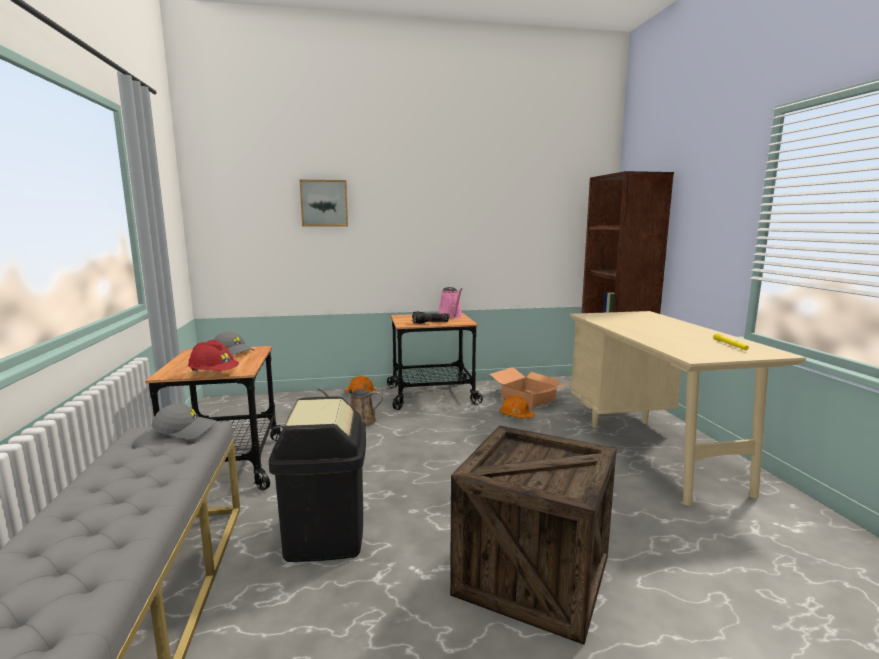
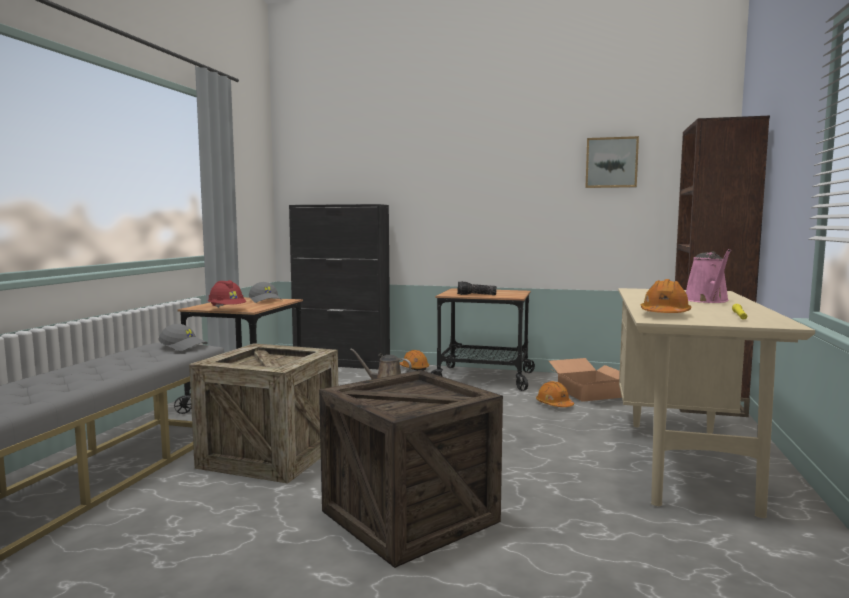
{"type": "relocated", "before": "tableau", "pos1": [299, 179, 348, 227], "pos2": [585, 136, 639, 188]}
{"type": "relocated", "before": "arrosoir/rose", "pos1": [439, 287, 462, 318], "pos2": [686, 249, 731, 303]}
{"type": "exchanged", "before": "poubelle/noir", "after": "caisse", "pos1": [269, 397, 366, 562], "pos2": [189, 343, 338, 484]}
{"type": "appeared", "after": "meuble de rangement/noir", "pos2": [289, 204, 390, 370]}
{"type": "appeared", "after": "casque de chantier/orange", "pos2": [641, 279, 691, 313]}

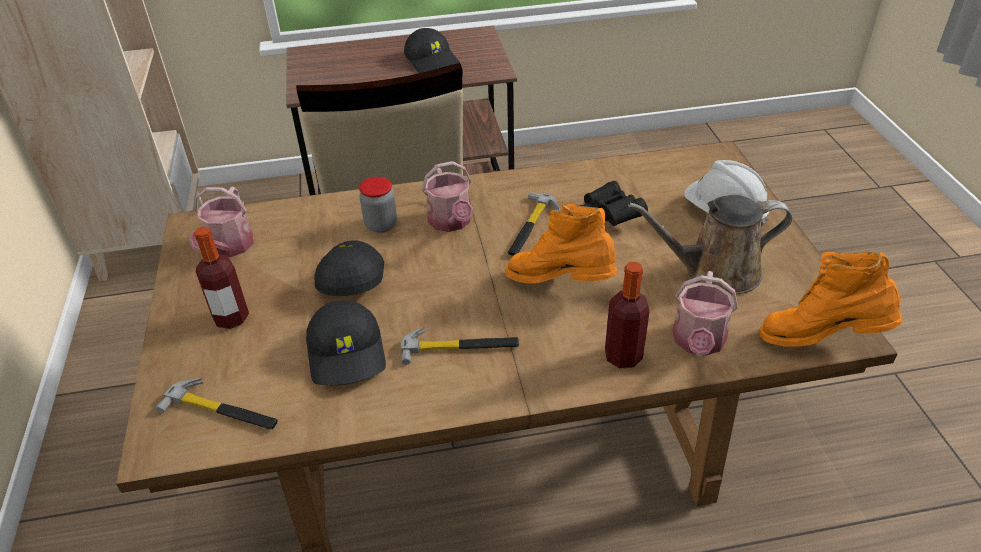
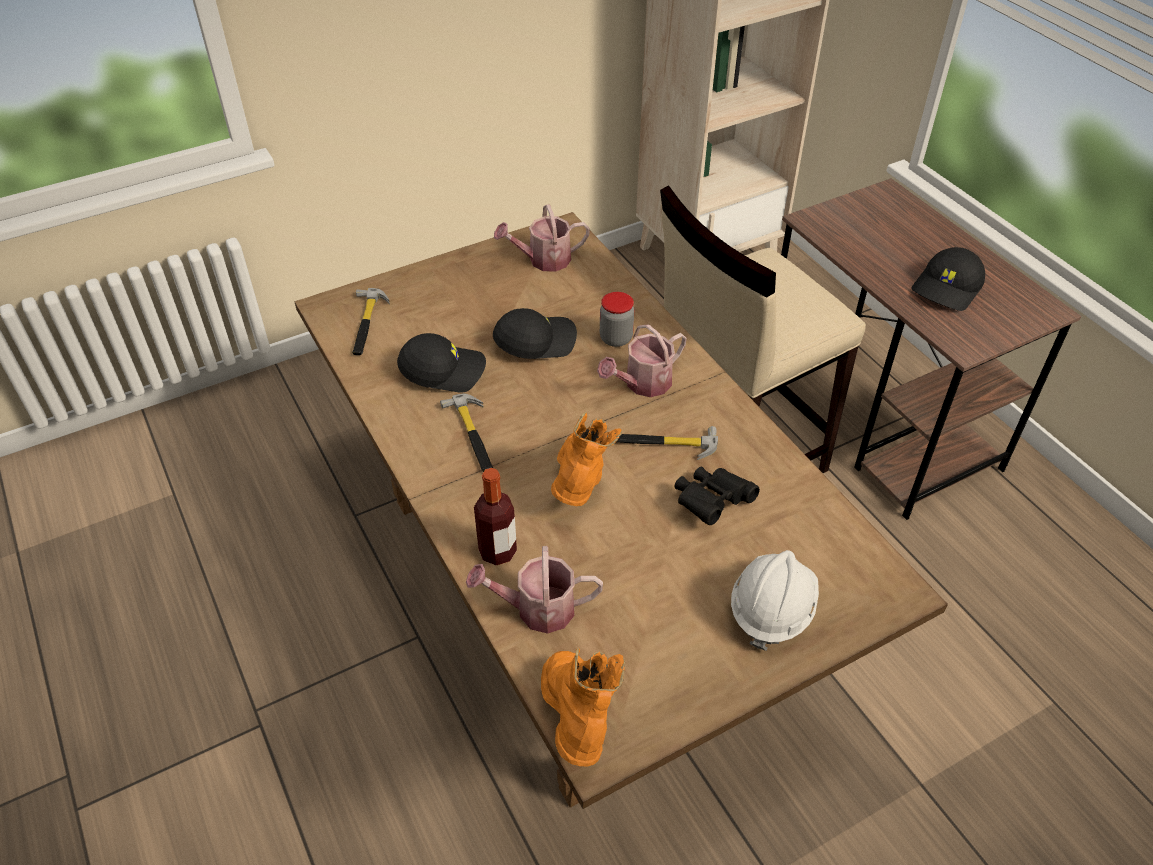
{"type": "missing", "before": "arrosoir/marron", "pos1": [628, 195, 793, 294]}
{"type": "missing", "before": "bouteille", "pos1": [194, 226, 249, 329]}
{"type": "spun", "before": "casquette/noir", "pos1": [306, 300, 386, 386], "pos2": [397, 333, 486, 393], "turn": -150}

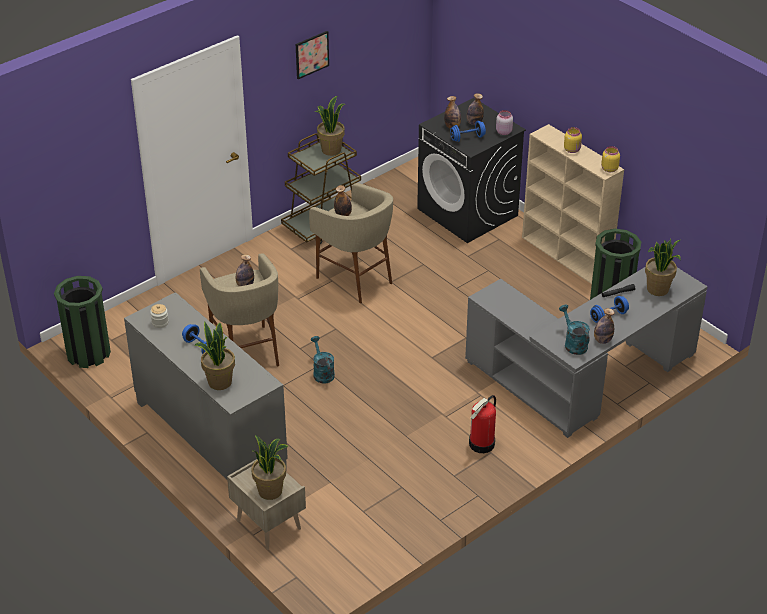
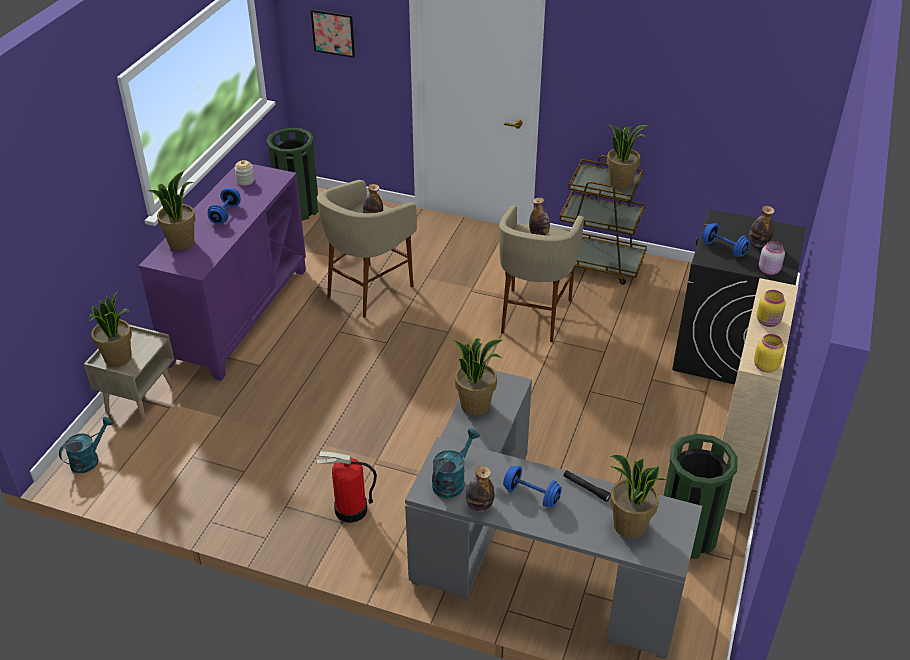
{"type": "relocated", "before": "tableau", "pos1": [296, 31, 329, 79], "pos2": [311, 9, 355, 58]}
{"type": "missing", "before": "bouteille", "pos1": [444, 96, 461, 129]}
{"type": "colour", "before": "meuble de rangement/gris", "after": "meuble de rangement/violet", "pos1": [124, 292, 288, 480], "pos2": [139, 164, 306, 381]}
{"type": "relocated", "before": "arrosoir/turquoise", "pos1": [311, 336, 335, 384], "pos2": [59, 417, 113, 473]}
{"type": "appeared", "after": "plante en pot", "pos2": [453, 338, 502, 416]}

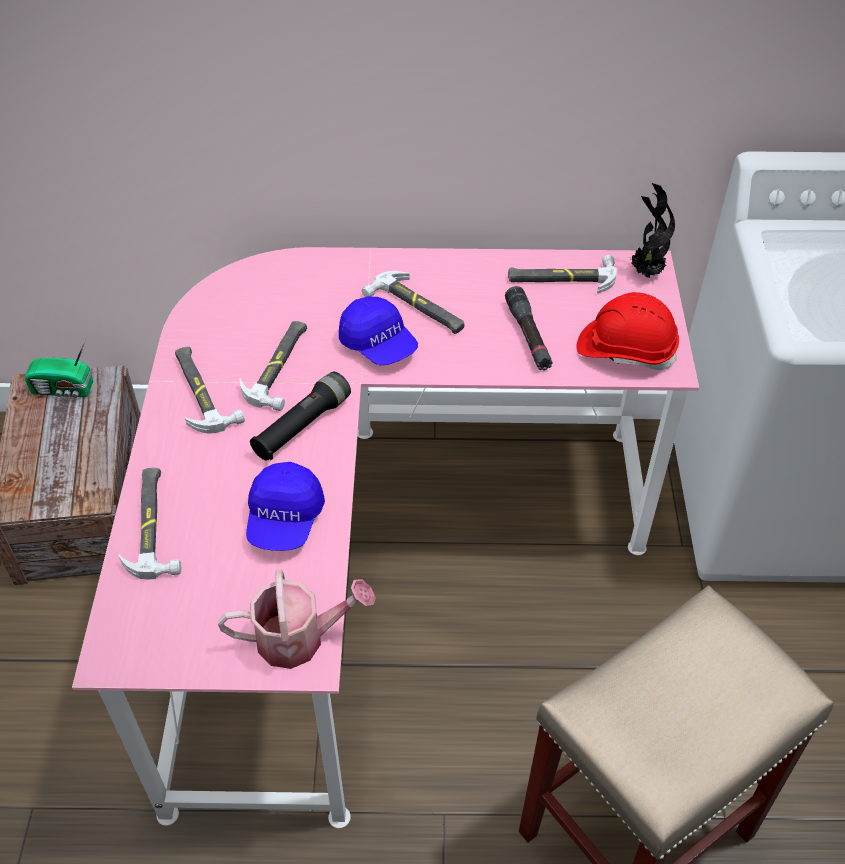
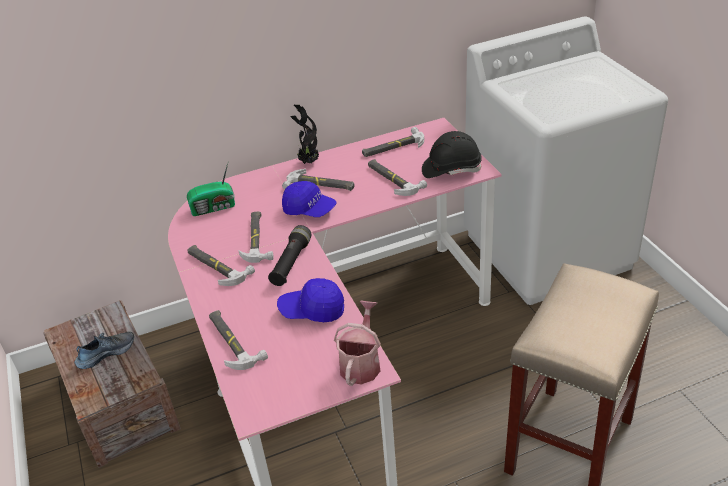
{"type": "relocated", "before": "plante en pot", "pos1": [628, 183, 675, 278], "pos2": [291, 105, 319, 164]}
{"type": "exchanged", "before": "lampe de poche/noir", "after": "marteau", "pos1": [505, 286, 553, 371], "pos2": [368, 159, 427, 196]}
{"type": "colour", "before": "casque de chantier/rouge", "after": "casque de chantier/noir", "pos1": [576, 292, 679, 370], "pos2": [422, 131, 482, 178]}
{"type": "relocated", "before": "radio", "pos1": [25, 341, 93, 398], "pos2": [187, 163, 235, 216]}
{"type": "spun", "before": "casquette/bleu", "pos1": [246, 462, 325, 551], "pos2": [277, 278, 344, 322], "turn": 105}
{"type": "spun", "before": "arrosoir", "pos1": [218, 569, 376, 669], "pos2": [334, 300, 381, 386], "turn": -45}
{"type": "appeared", "after": "chaussure", "pos2": [74, 332, 134, 369]}

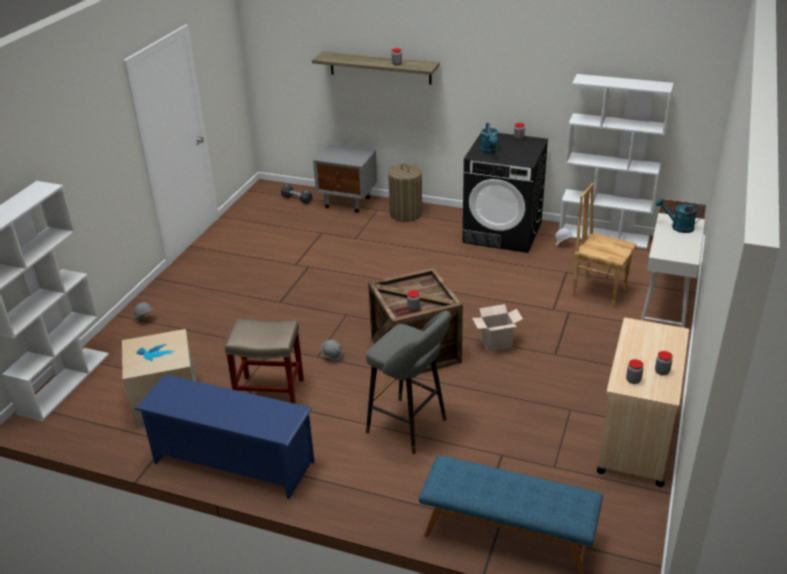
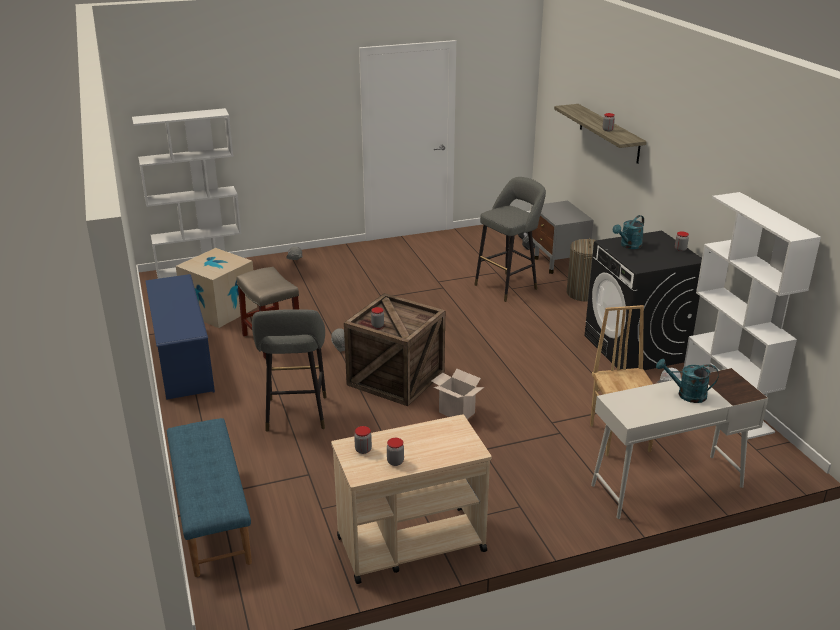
{"type": "spun", "before": "arrosoir/turquoise", "pos1": [655, 198, 703, 233], "pos2": [656, 359, 719, 403], "turn": -60}
{"type": "appeared", "after": "tabouret/gris", "pos2": [474, 177, 546, 302]}

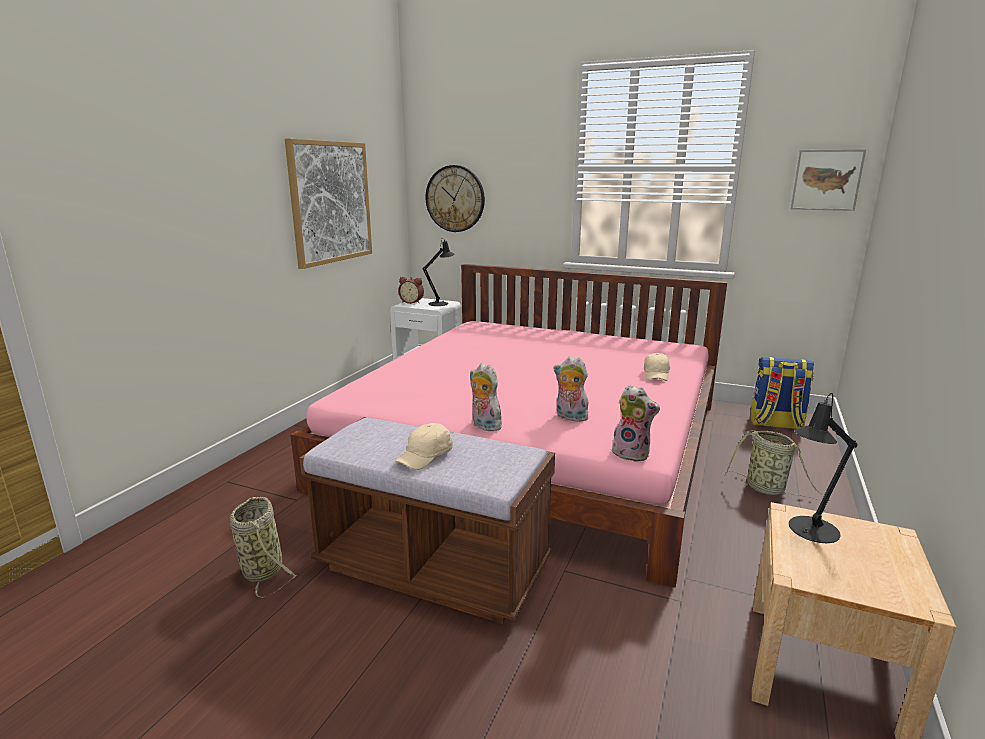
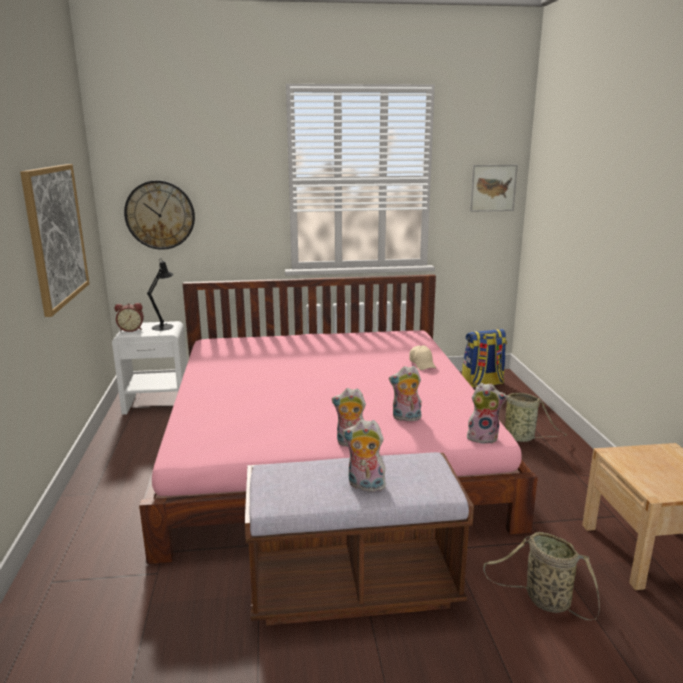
{"type": "missing", "before": "lampe de table/noir", "pos1": [789, 393, 858, 543]}
{"type": "exchanged", "before": "casquette/beige", "after": "peluche", "pos1": [395, 423, 453, 470], "pos2": [343, 419, 386, 492]}
{"type": "relocated", "before": "panier", "pos1": [230, 497, 297, 598], "pos2": [484, 532, 600, 620]}

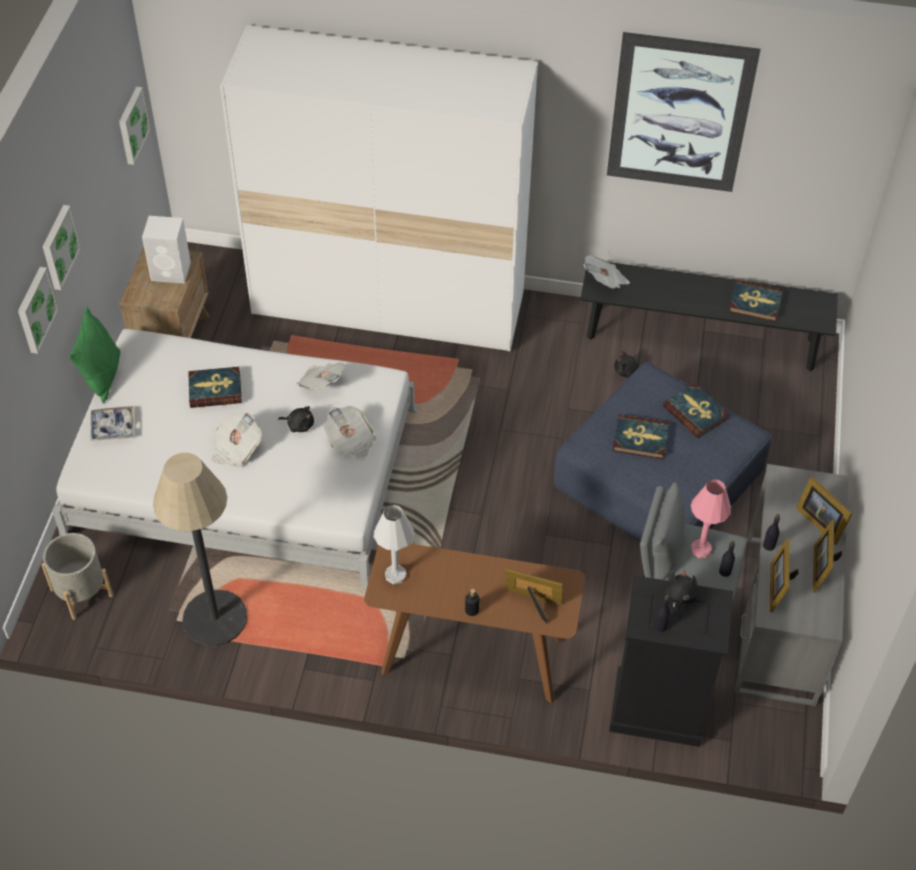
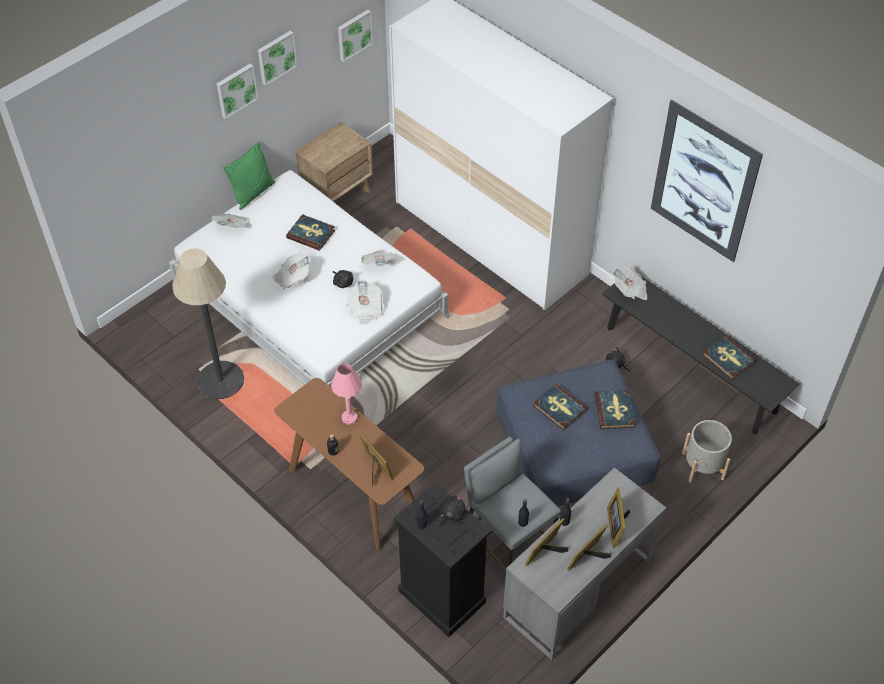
{"type": "missing", "before": "enceinte/blanc", "pos1": [142, 216, 191, 283]}
{"type": "relocated", "before": "tableau", "pos1": [18, 267, 59, 354], "pos2": [258, 31, 297, 86]}
{"type": "exchanged", "before": "plateau", "after": "journal", "pos1": [90, 406, 134, 441], "pos2": [212, 213, 249, 228]}
{"type": "relocated", "before": "lampe de table/rose", "pos1": [691, 479, 731, 558], "pos2": [331, 363, 362, 425]}
{"type": "missing", "before": "lampe de table/blanc", "pos1": [374, 505, 415, 584]}
{"type": "relocated", "before": "cache-pot/gris", "pos1": [41, 533, 113, 620], "pos2": [682, 420, 732, 483]}

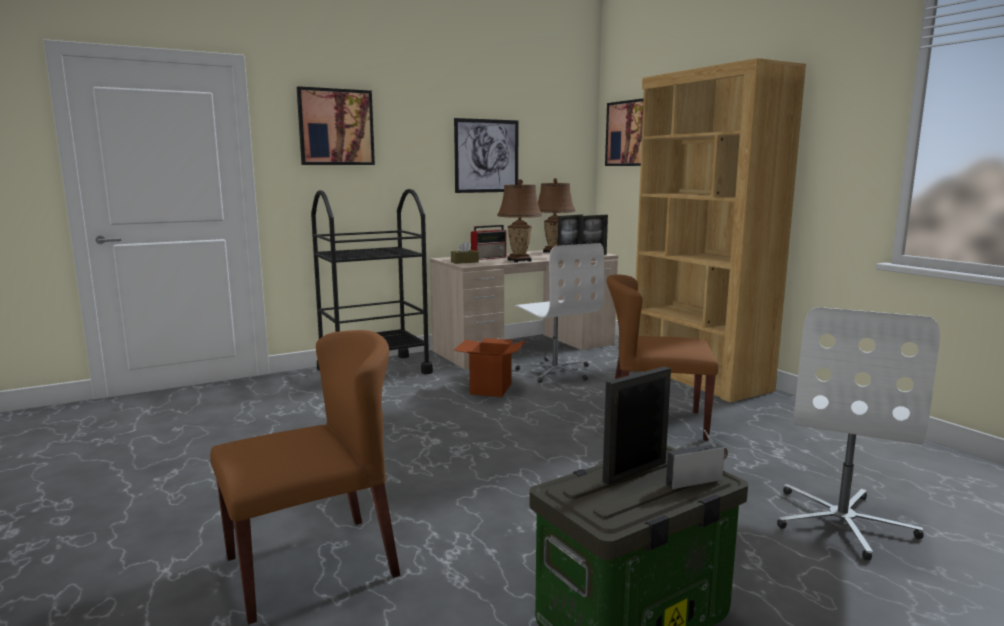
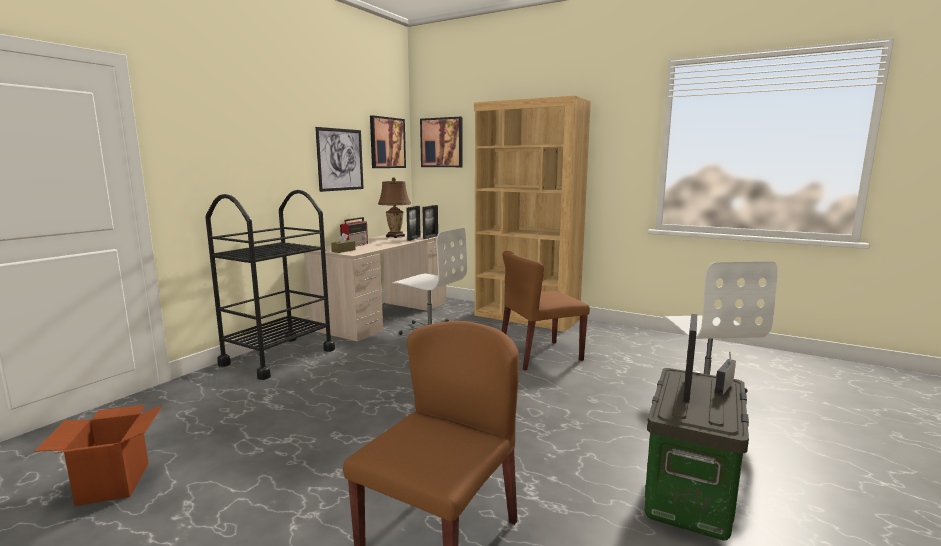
{"type": "relocated", "before": "tableau", "pos1": [297, 86, 375, 165], "pos2": [370, 115, 406, 168]}
{"type": "missing", "before": "lampe de table/marron", "pos1": [497, 179, 542, 263]}
{"type": "relocated", "before": "carton", "pos1": [454, 338, 526, 397], "pos2": [34, 405, 163, 506]}

